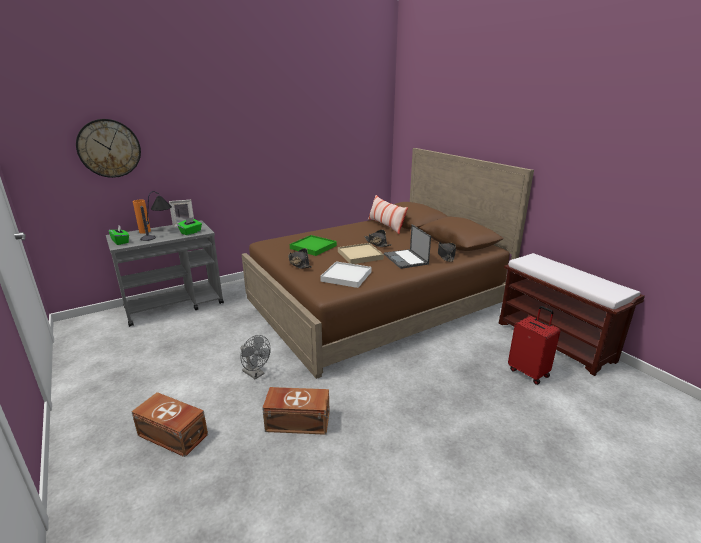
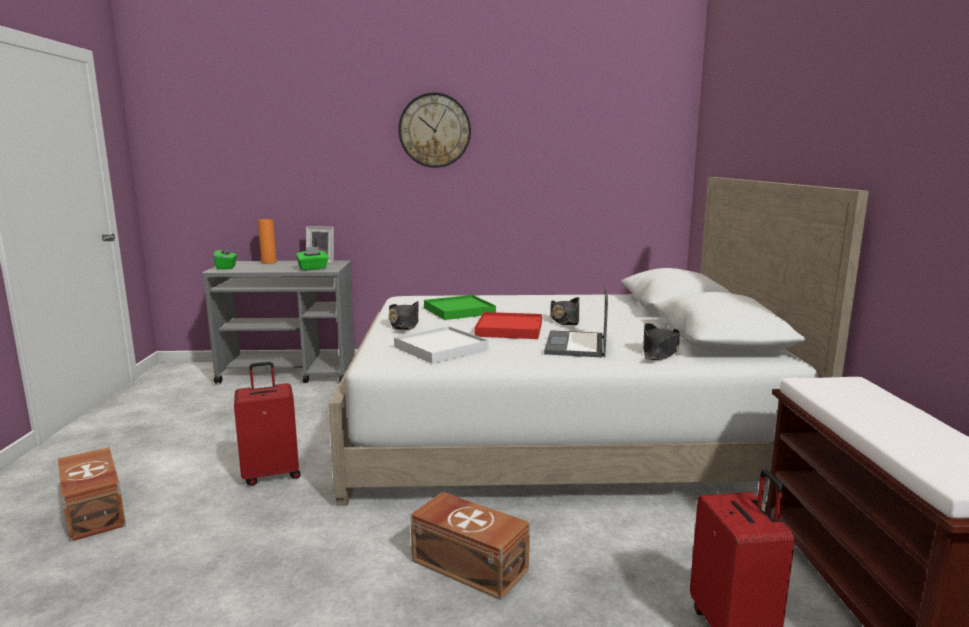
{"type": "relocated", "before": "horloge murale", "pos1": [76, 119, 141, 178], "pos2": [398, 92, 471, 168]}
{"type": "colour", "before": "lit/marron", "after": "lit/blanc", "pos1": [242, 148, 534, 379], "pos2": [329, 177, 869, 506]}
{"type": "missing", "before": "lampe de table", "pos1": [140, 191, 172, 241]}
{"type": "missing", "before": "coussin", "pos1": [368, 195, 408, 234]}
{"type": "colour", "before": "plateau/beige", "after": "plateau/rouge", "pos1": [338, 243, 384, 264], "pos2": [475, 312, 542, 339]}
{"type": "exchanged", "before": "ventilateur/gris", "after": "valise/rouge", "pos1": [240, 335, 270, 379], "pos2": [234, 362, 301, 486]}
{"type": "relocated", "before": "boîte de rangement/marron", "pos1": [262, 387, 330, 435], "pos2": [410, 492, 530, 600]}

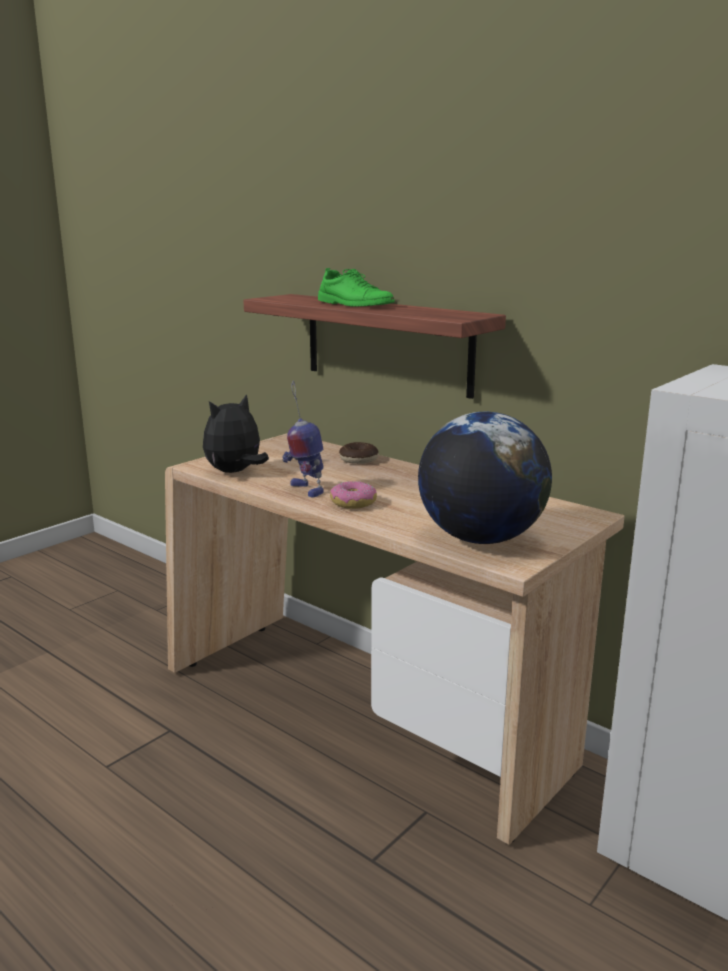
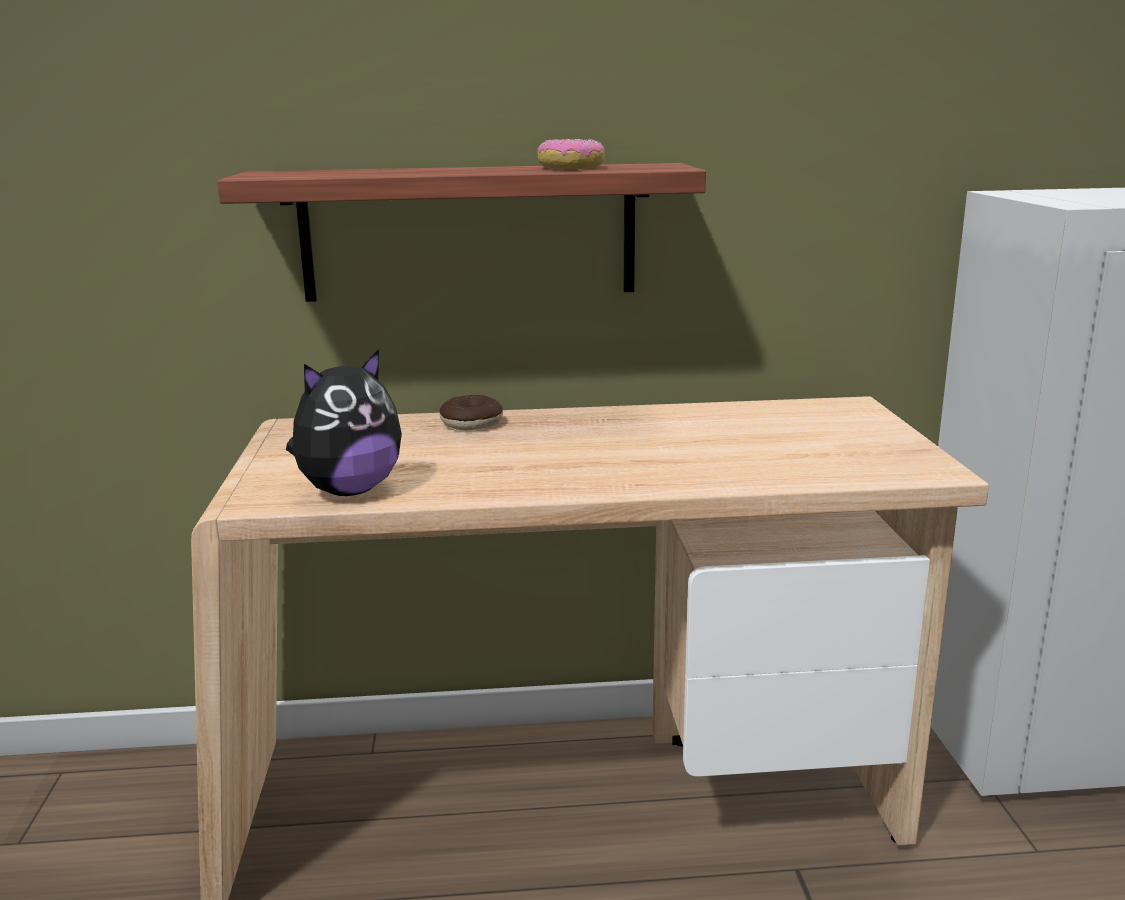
{"type": "missing", "before": "chaussure/vert", "pos1": [318, 268, 395, 307]}
{"type": "missing", "before": "robot jouet", "pos1": [282, 381, 324, 497]}
{"type": "spun", "before": "peluche", "pos1": [203, 394, 269, 473], "pos2": [286, 349, 402, 496], "turn": -135}
{"type": "missing", "before": "globe", "pos1": [418, 412, 552, 544]}
{"type": "relocated", "before": "beignet", "pos1": [330, 481, 377, 509], "pos2": [537, 139, 605, 169]}

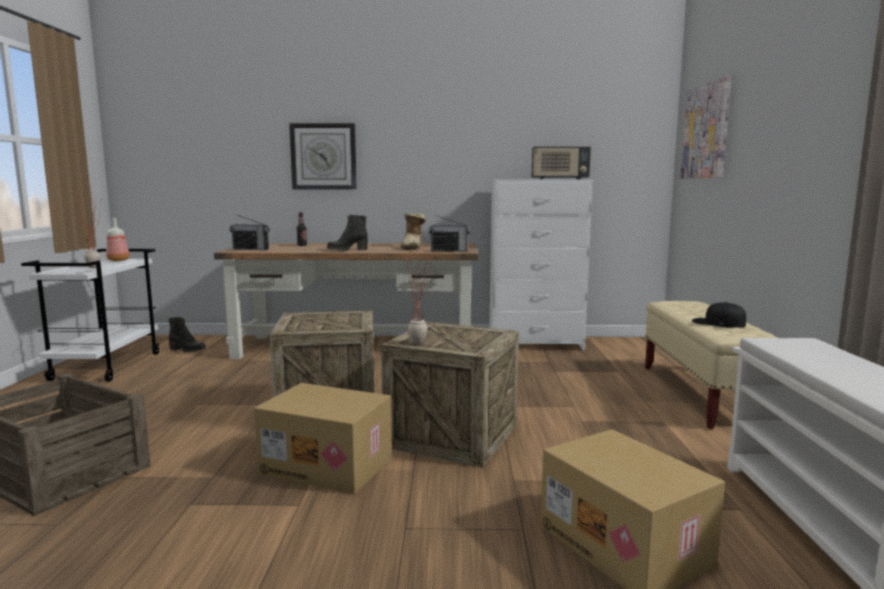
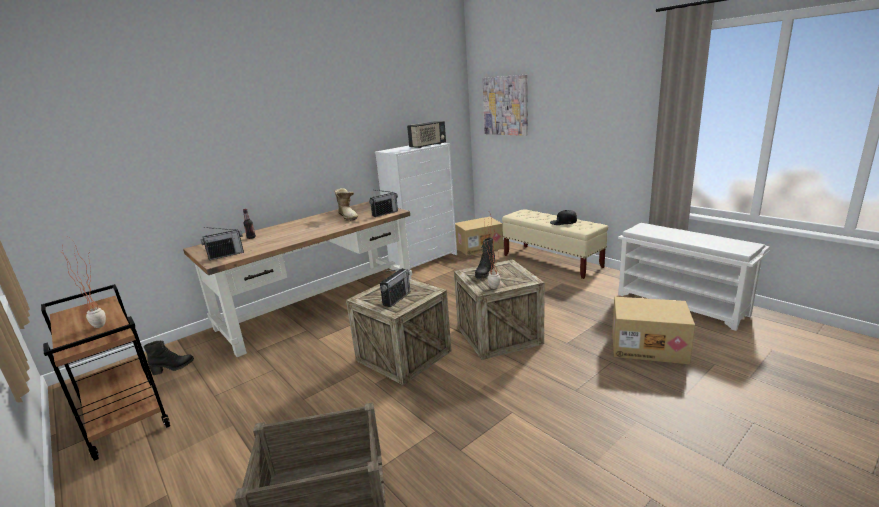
{"type": "missing", "before": "horloge murale", "pos1": [289, 123, 357, 190]}
{"type": "relocated", "before": "botte/noir", "pos1": [327, 214, 368, 251], "pos2": [475, 238, 495, 278]}
{"type": "missing", "before": "bouteille", "pos1": [106, 218, 130, 261]}
{"type": "colour", "before": "chariot/blanc", "after": "chariot/marron", "pos1": [21, 249, 159, 381], "pos2": [41, 284, 170, 461]}
{"type": "relocated", "before": "carton", "pos1": [254, 383, 392, 494], "pos2": [455, 217, 504, 255]}
{"type": "appeared", "after": "radio", "pos2": [380, 268, 410, 307]}

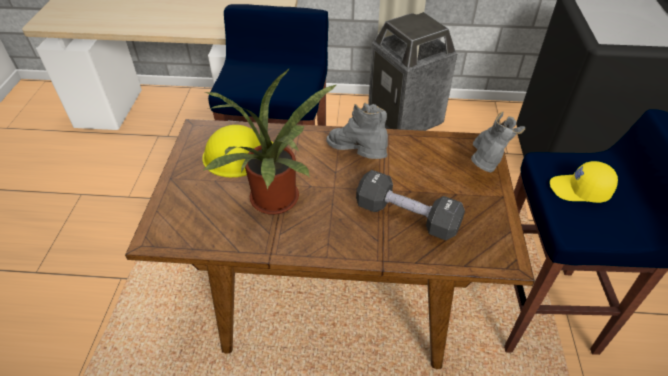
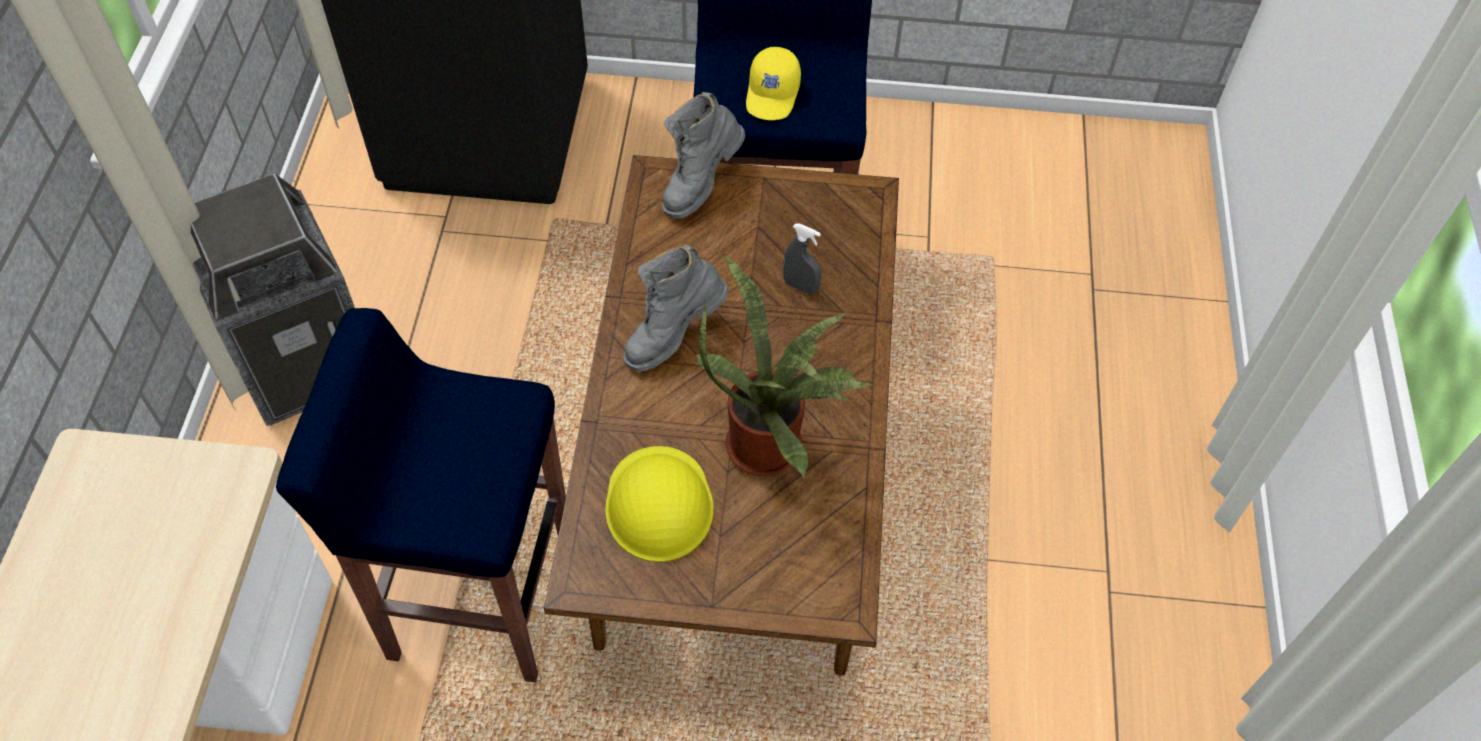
{"type": "spun", "before": "botte/gris", "pos1": [471, 112, 525, 172], "pos2": [662, 92, 745, 218], "turn": -75}
{"type": "exchanged", "before": "haltère/noir", "after": "vaporisateur/gris", "pos1": [356, 170, 465, 241], "pos2": [783, 223, 821, 295]}

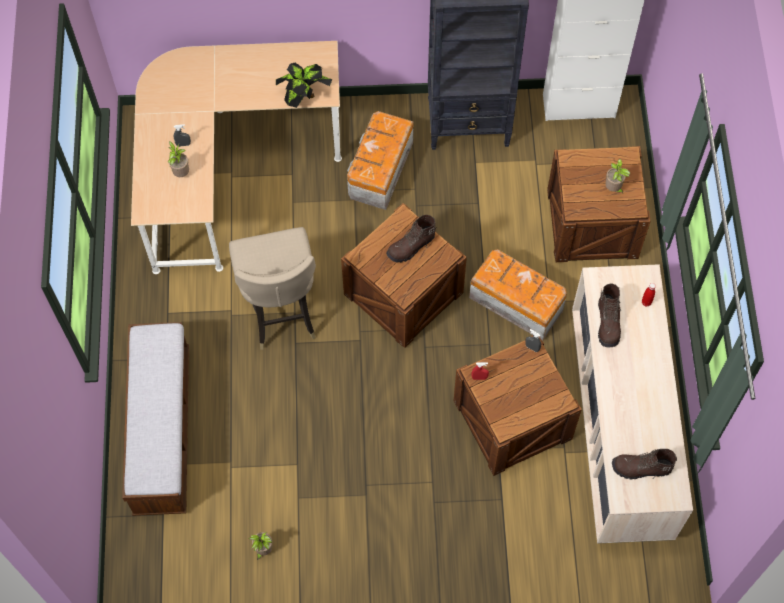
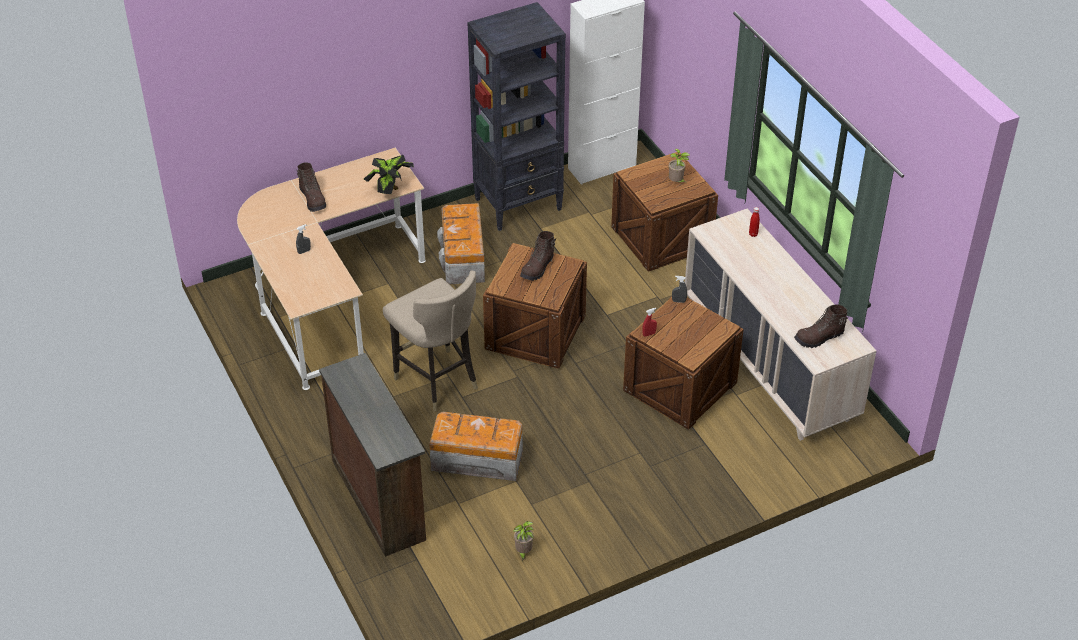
{"type": "missing", "before": "plante en pot", "pos1": [168, 141, 189, 177]}
{"type": "relocated", "before": "boîte de rangement", "pos1": [469, 249, 567, 341], "pos2": [429, 411, 523, 481]}
{"type": "relocated", "before": "botte/marron", "pos1": [598, 284, 621, 348], "pos2": [297, 162, 326, 212]}
{"type": "exchanged", "before": "banc", "after": "commode/marron", "pos1": [122, 322, 189, 516], "pos2": [319, 353, 426, 557]}

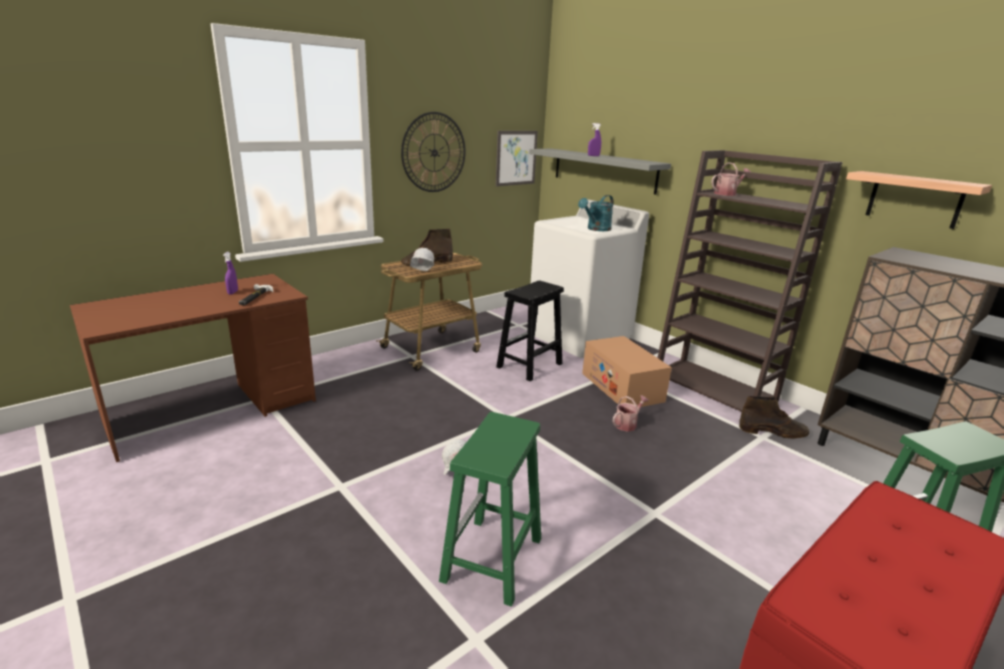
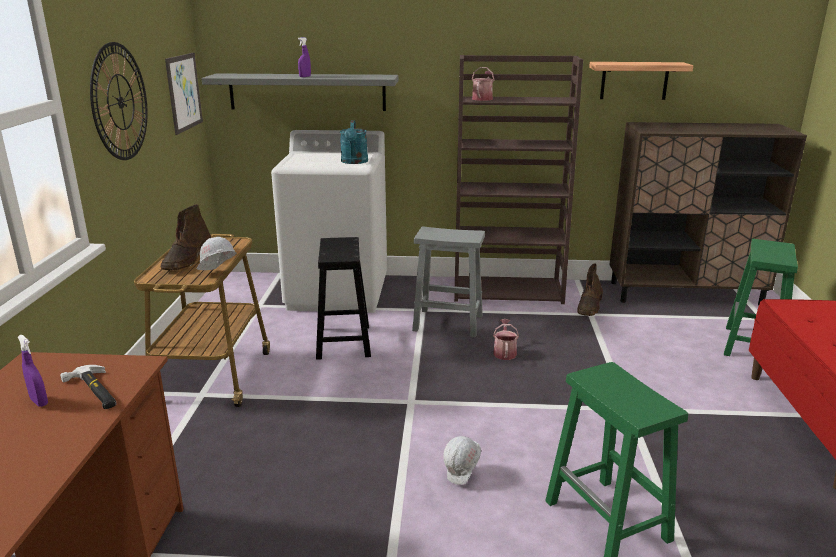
{"type": "exchanged", "before": "carton", "after": "tabouret/gris", "pos1": [582, 336, 672, 407], "pos2": [412, 227, 485, 337]}
{"type": "spun", "before": "botte/marron", "pos1": [739, 396, 809, 439], "pos2": [577, 263, 603, 316], "turn": 150}

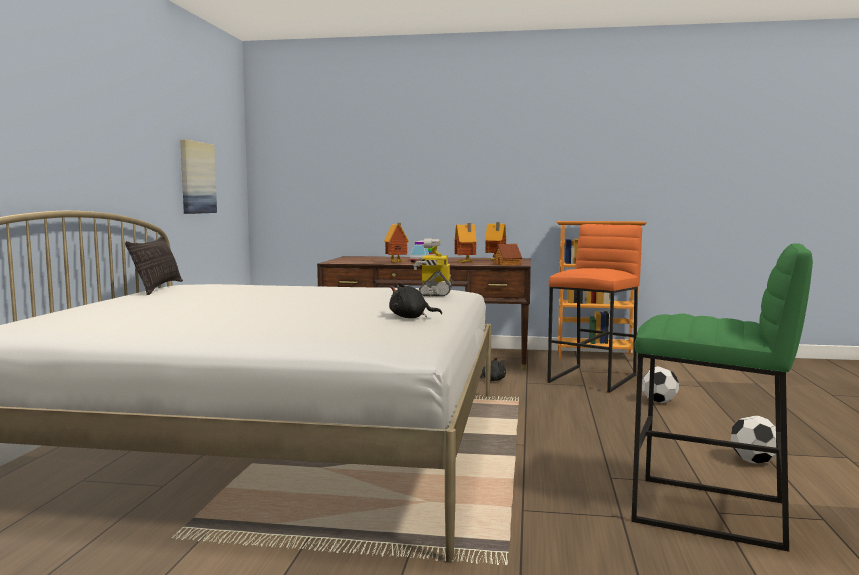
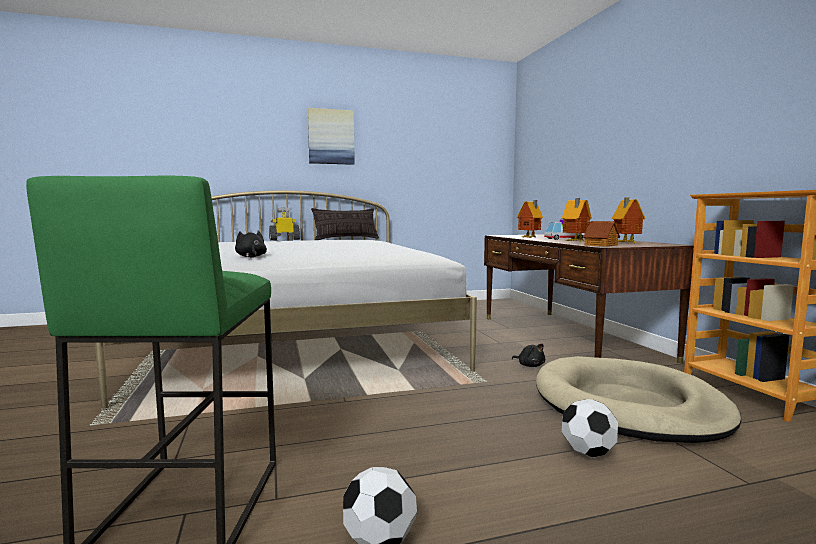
{"type": "relocated", "before": "tableau", "pos1": [180, 140, 217, 214], "pos2": [308, 108, 355, 165]}
{"type": "exchanged", "before": "tabouret/orange", "after": "panier pour chien/beige", "pos1": [547, 224, 642, 393], "pos2": [536, 356, 742, 443]}
{"type": "relocated", "before": "robot jouet", "pos1": [413, 238, 453, 296], "pos2": [269, 207, 300, 240]}

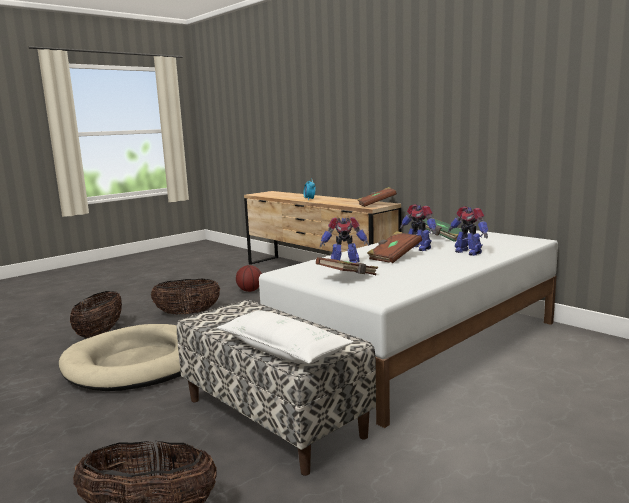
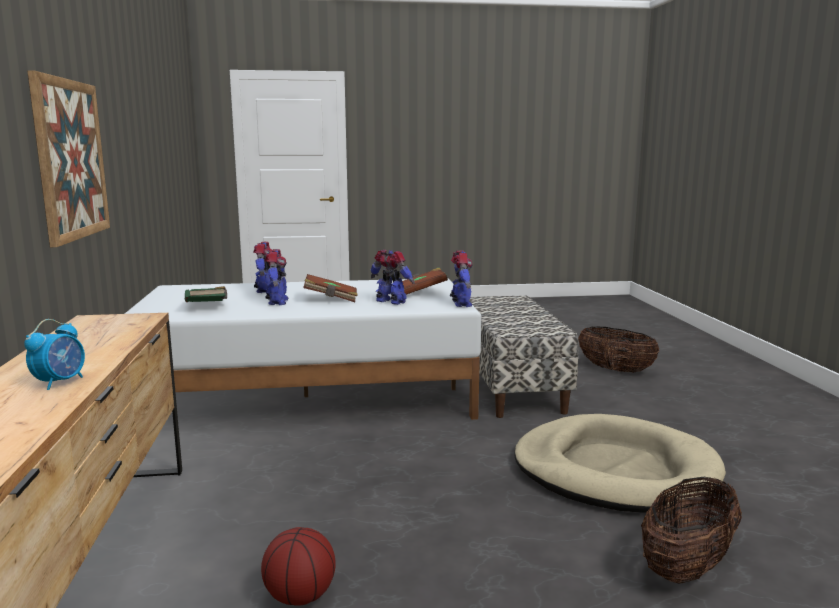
{"type": "missing", "before": "livre/marron", "pos1": [357, 187, 397, 207]}
{"type": "missing", "before": "panier", "pos1": [151, 279, 220, 314]}
{"type": "missing", "before": "coussin/blanc", "pos1": [216, 310, 354, 364]}
{"type": "appeared", "after": "tableau", "pos2": [27, 70, 110, 247]}
{"type": "appeared", "after": "robot jouet", "pos2": [450, 250, 473, 307]}

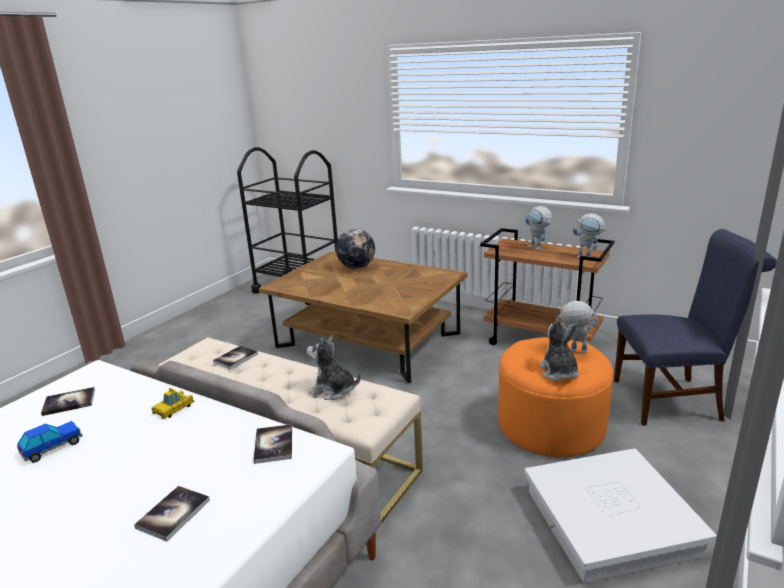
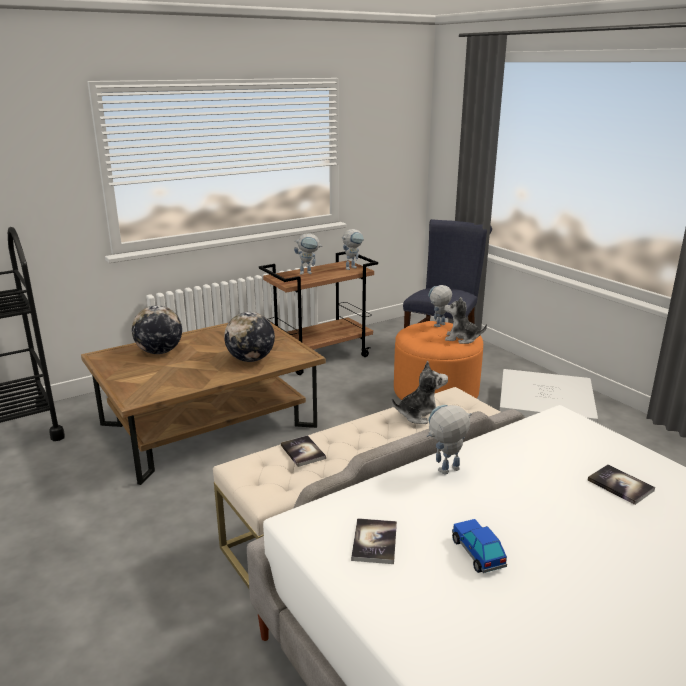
{"type": "spun", "before": "peluche", "pos1": [307, 335, 361, 400], "pos2": [392, 361, 448, 424], "turn": -150}
{"type": "exchanged", "before": "petite voiture", "after": "robot jouet", "pos1": [151, 388, 194, 419], "pos2": [427, 405, 472, 475]}
{"type": "missing", "before": "livre", "pos1": [253, 424, 292, 464]}
{"type": "appeared", "after": "globe", "pos2": [224, 312, 275, 362]}

